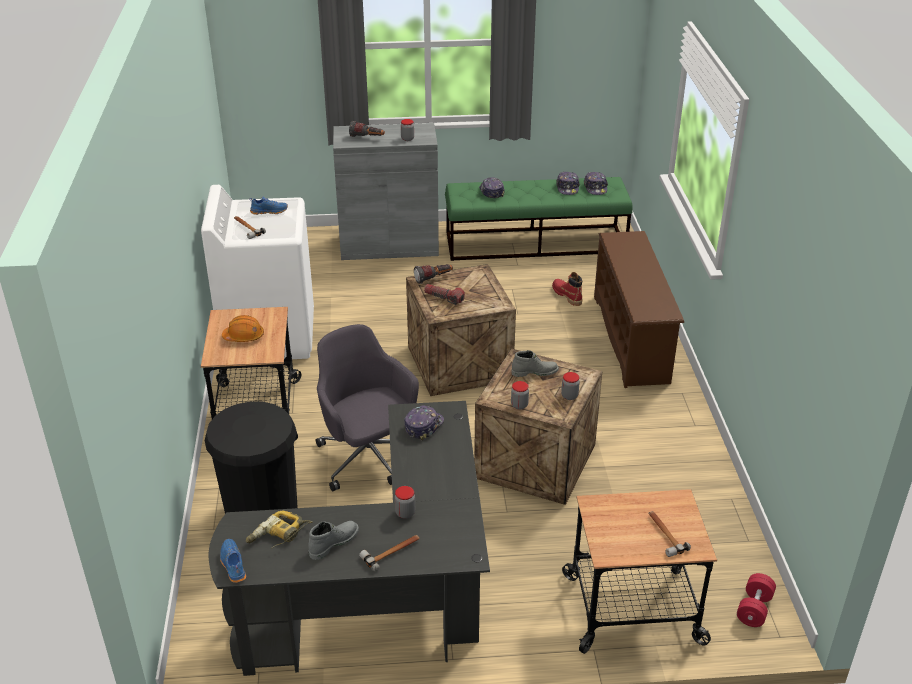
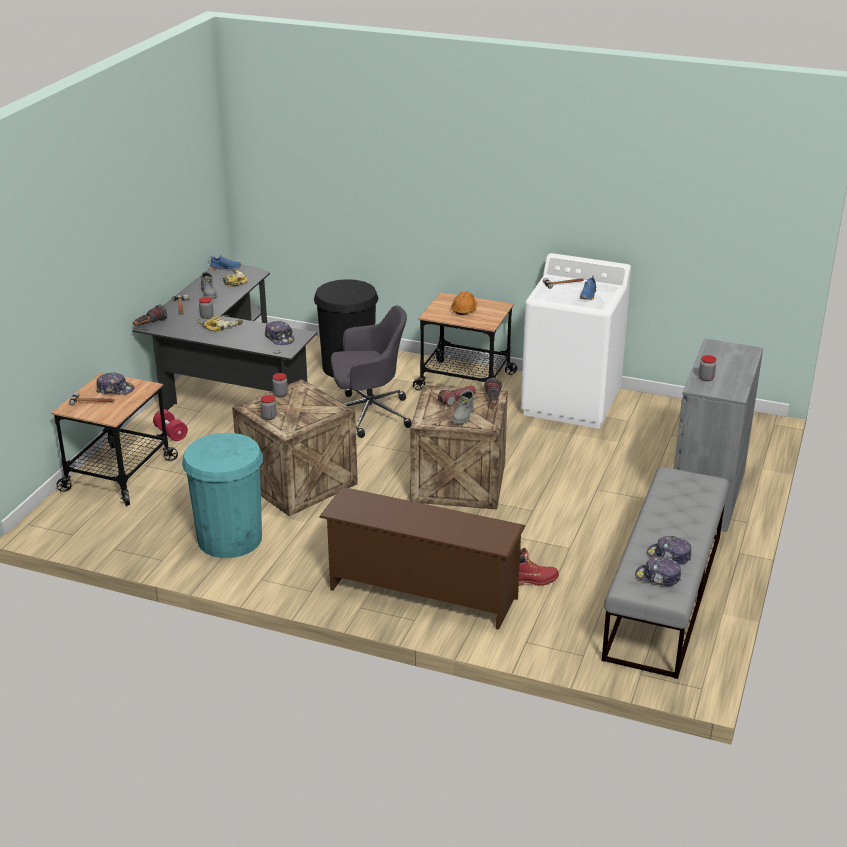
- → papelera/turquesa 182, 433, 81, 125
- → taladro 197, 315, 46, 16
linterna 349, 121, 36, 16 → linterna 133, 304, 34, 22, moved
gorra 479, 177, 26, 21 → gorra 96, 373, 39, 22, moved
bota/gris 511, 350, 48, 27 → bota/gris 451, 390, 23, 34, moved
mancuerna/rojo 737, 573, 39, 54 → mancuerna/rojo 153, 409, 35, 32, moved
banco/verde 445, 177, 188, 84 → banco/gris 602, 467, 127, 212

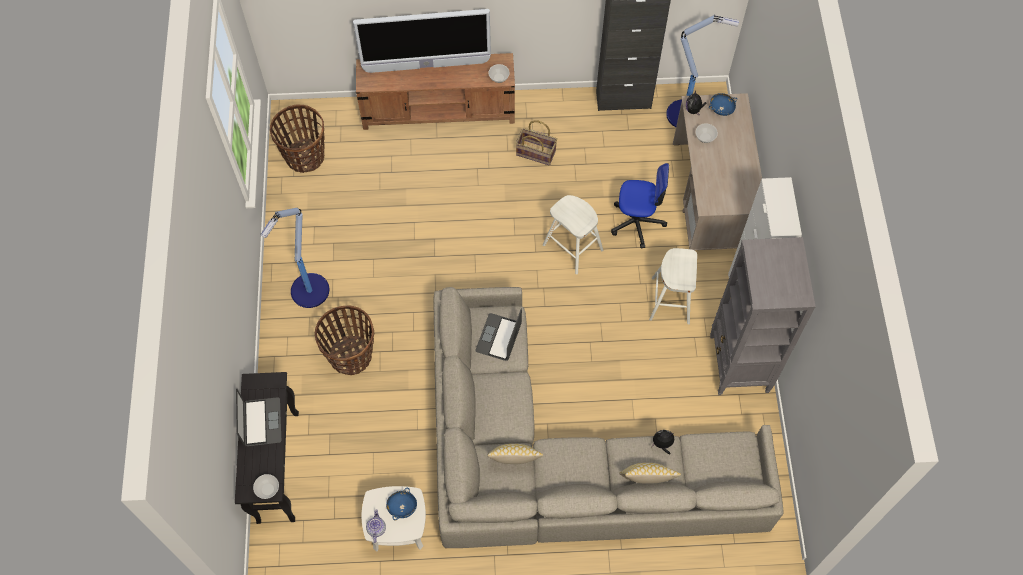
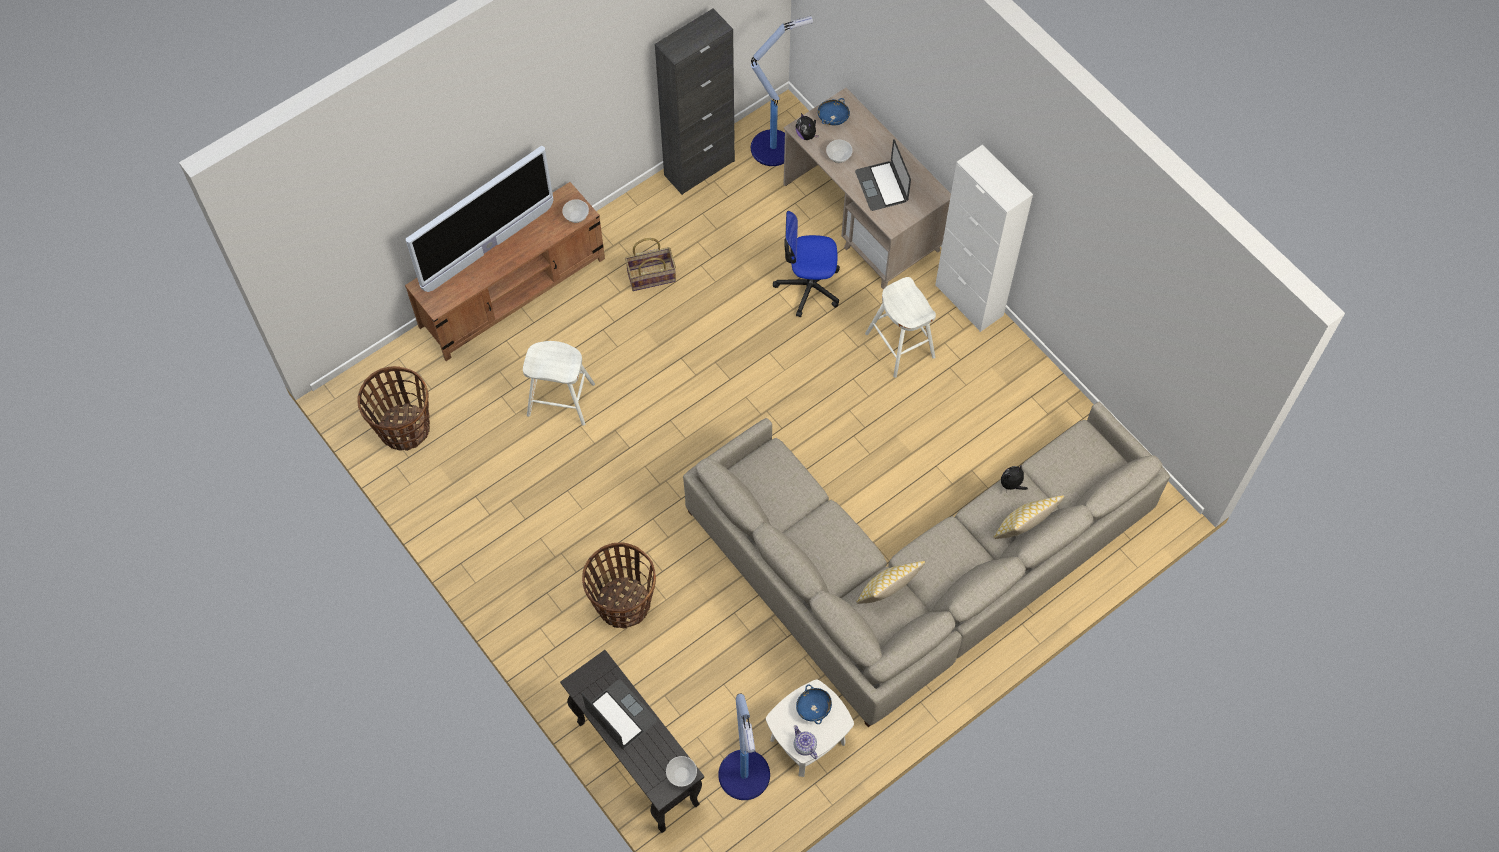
estantería/gris 710, 237, 106, 158 → -
lámpara de pie 261, 208, 68, 100 → lámpara de pie 718, 693, 52, 107, moved
portátil 475, 309, 47, 52 → portátil 855, 139, 56, 72, moved
taburete/blanco 543, 195, 60, 79 → taburete/blanco 523, 341, 72, 85, moved
silla de oficina 611, 163, 58, 86 → silla de oficina 773, 211, 67, 106, 150 degrees counterclockwise

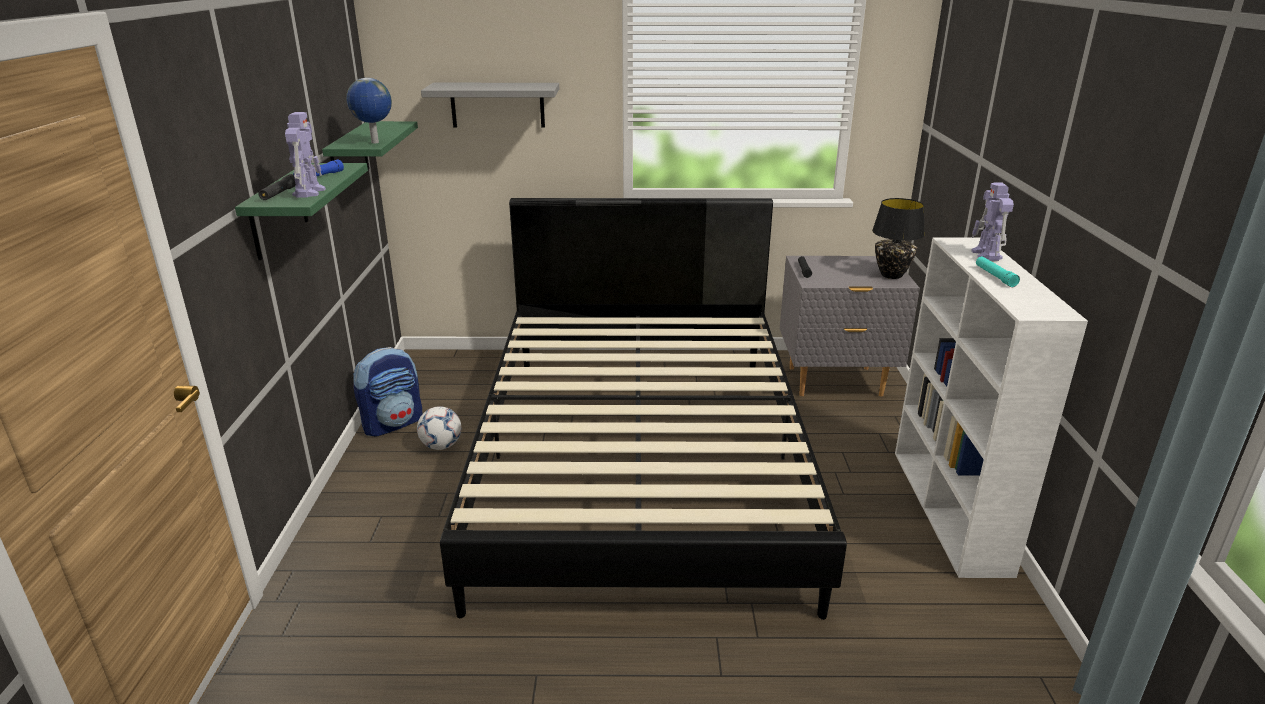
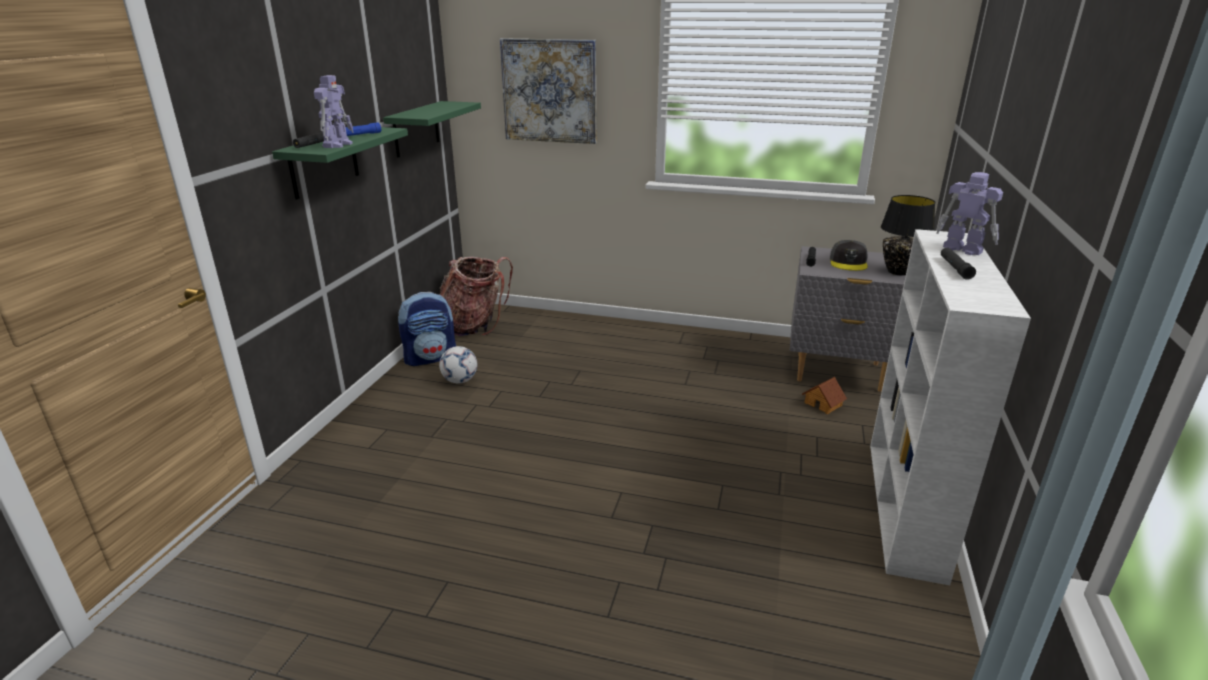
globo terráqueo 346, 78, 46, 65 → -
cama/negro 440, 198, 407, 422 → -
- → mochila 439, 257, 74, 79
- → casita 802, 377, 45, 37
- → gorra/gris 830, 240, 38, 31
estante/gris 421, 83, 138, 44 → cuadro 500, 38, 96, 106
linterna/turquesa 976, 256, 44, 31 → linterna/negro 941, 248, 35, 32
robot de juguete 971, 182, 43, 79 → robot de juguete 936, 172, 67, 83, 120 degrees clockwise

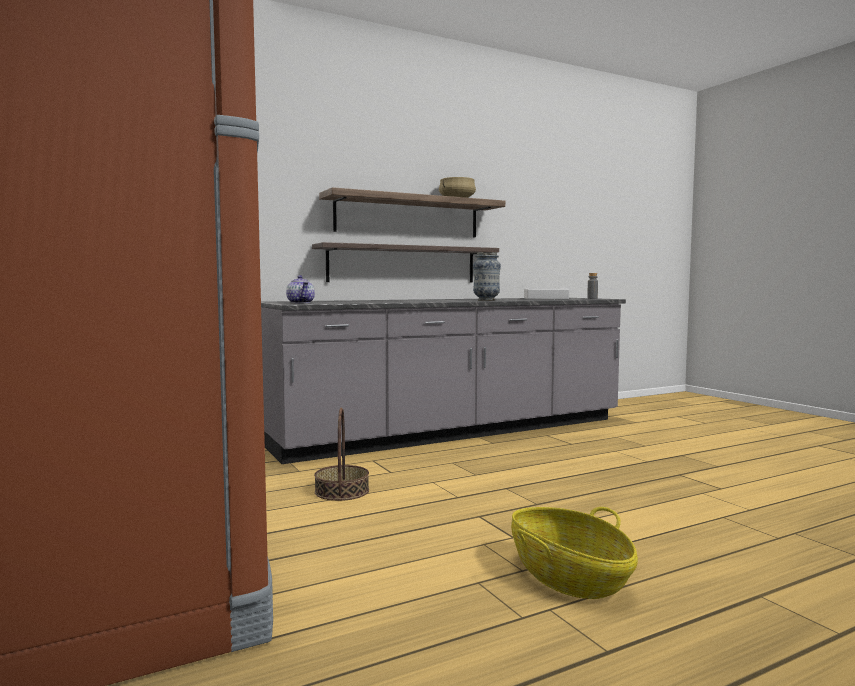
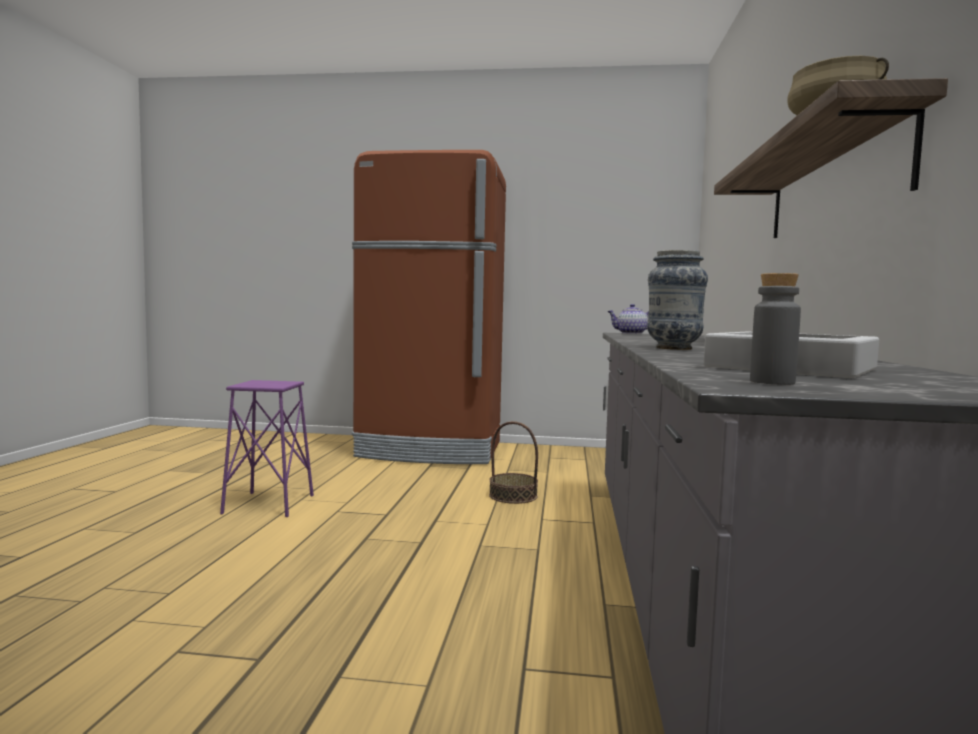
estante 312, 242, 187, 41 → -
cesta 511, 507, 127, 92 → taburete/morado 220, 380, 94, 137

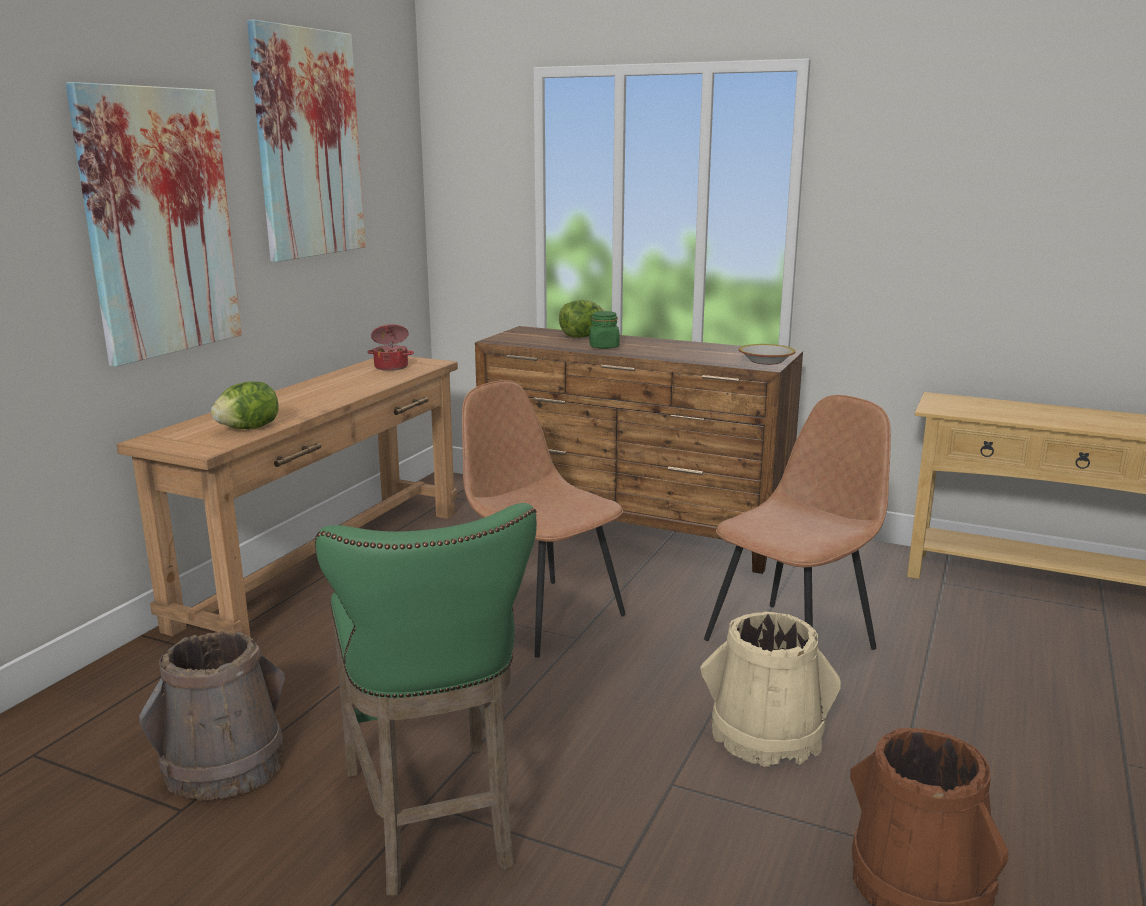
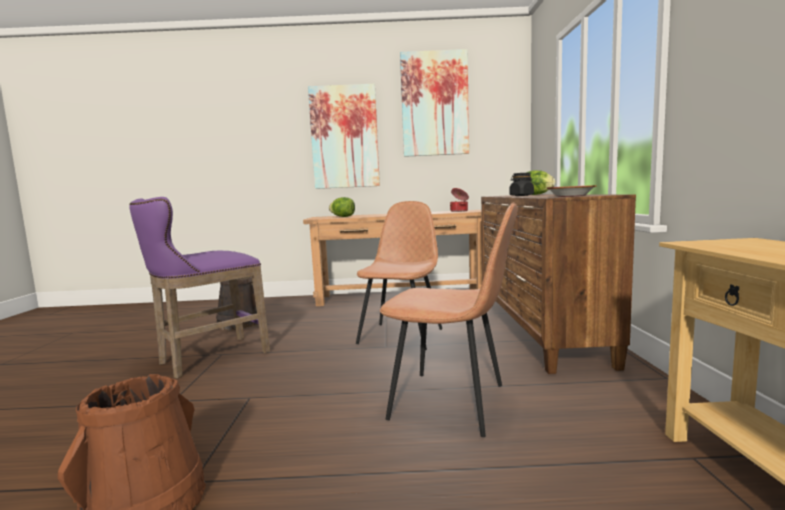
cubo/beis 700, 612, 141, 155 → -
taburete/verde 315, 503, 222, 393 → taburete/morado 129, 197, 141, 181
tarro/verde 589, 311, 31, 38 → tarro/negro 509, 173, 25, 23

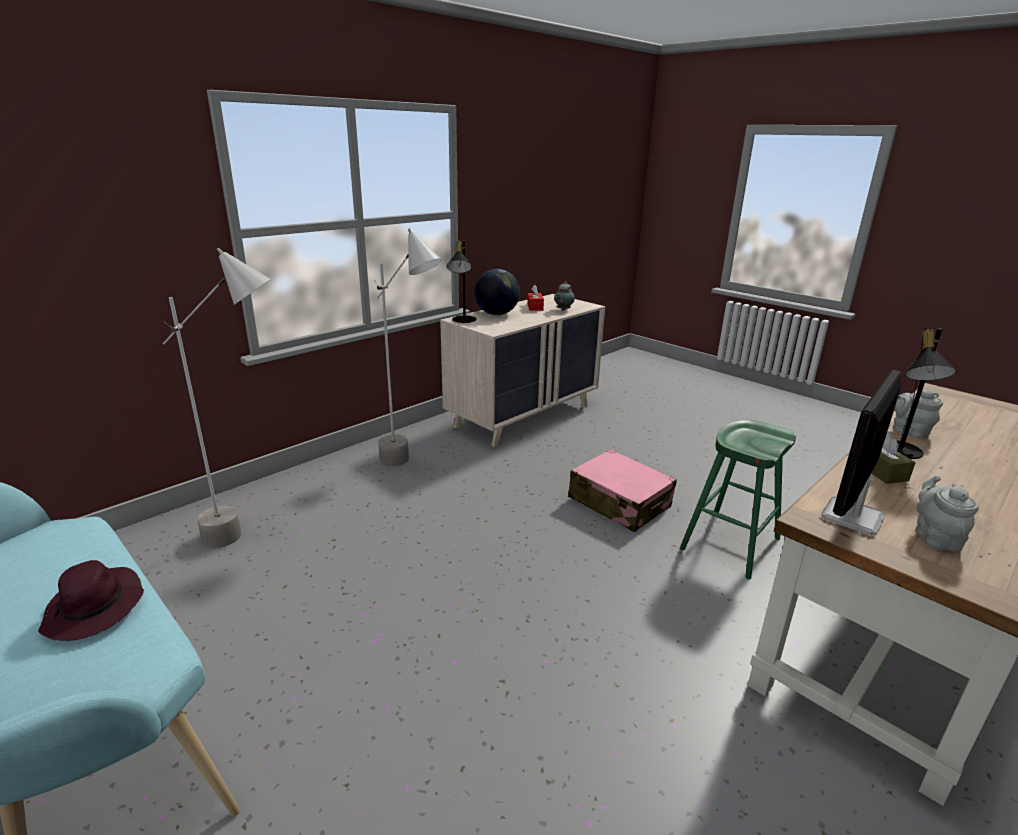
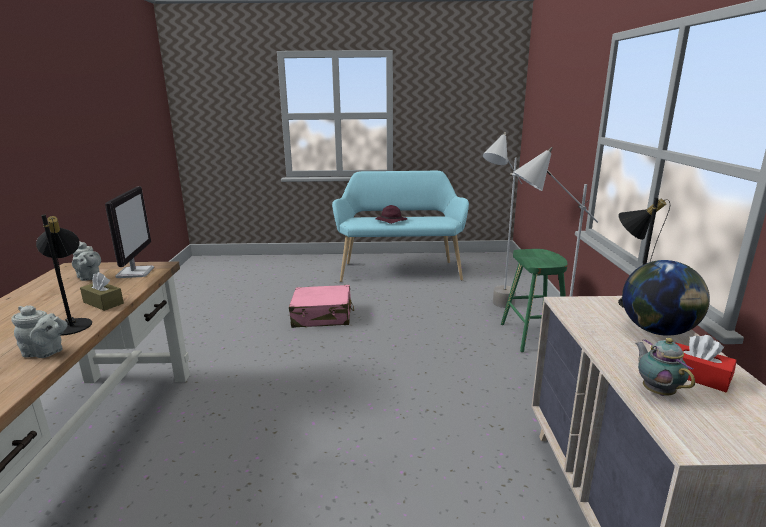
maleta/rosa 568, 449, 109, 83 → maleta/rosa 289, 285, 65, 43, moved
taburete/verde 680, 420, 116, 159 → taburete/verde 501, 249, 67, 103, moved

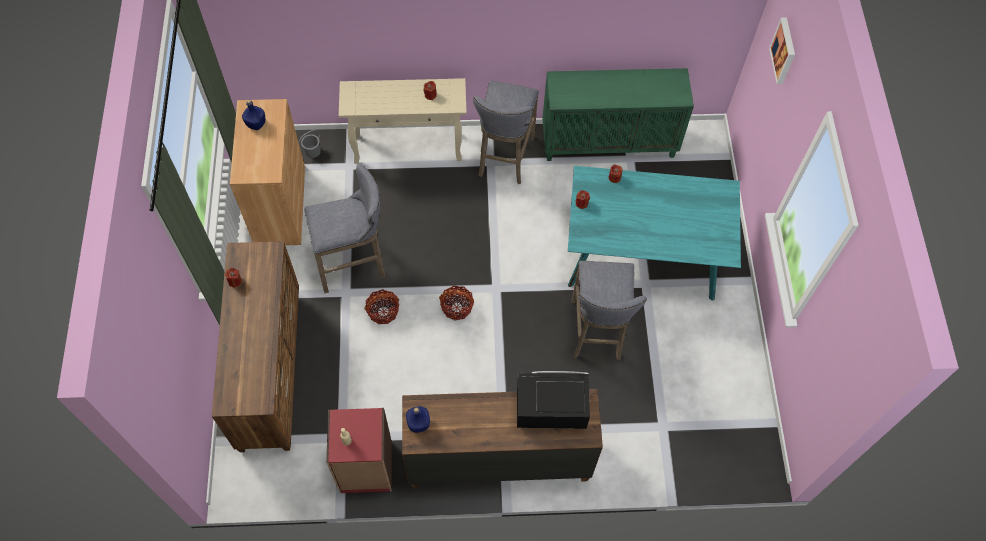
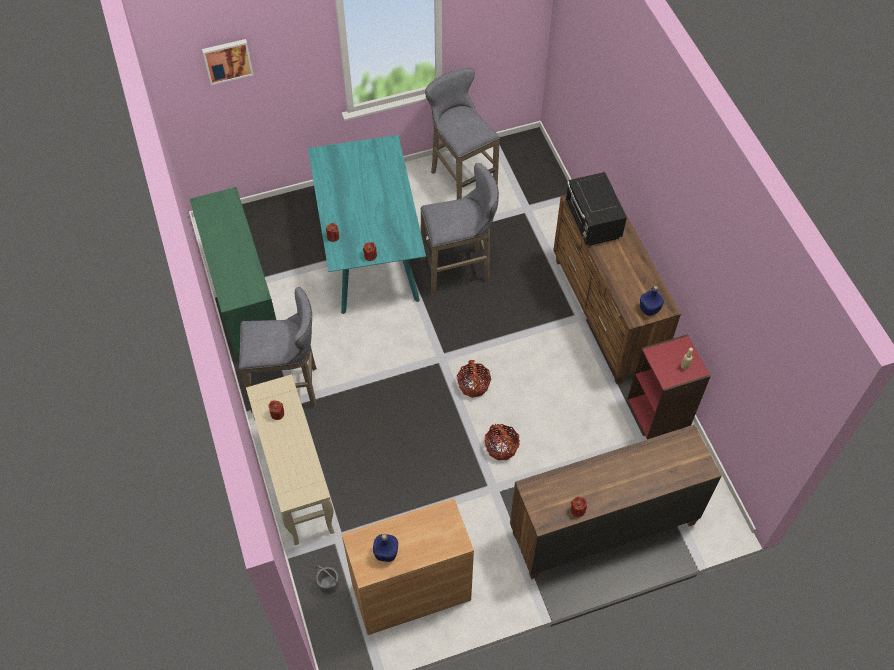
taburete/gris 304, 164, 81, 129 → taburete/gris 425, 68, 75, 132, moved

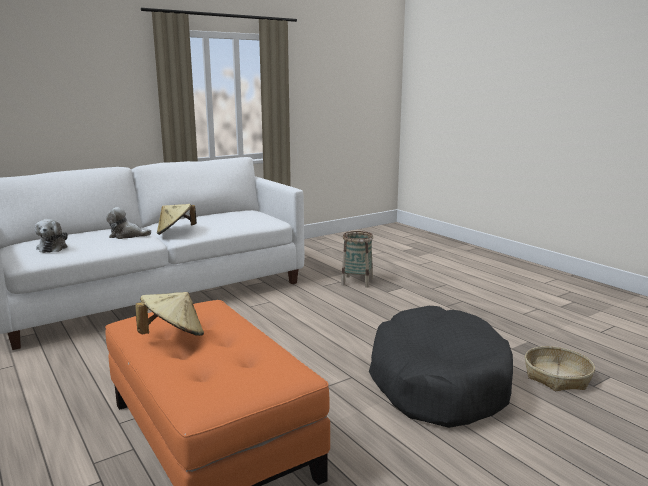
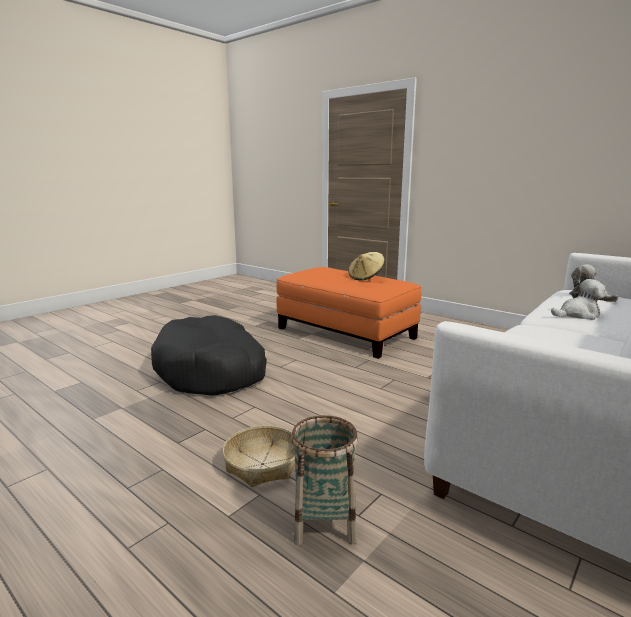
sombrero/beis 157, 204, 40, 31 → -
cesta 525, 346, 70, 45 → cesta 222, 426, 73, 61, moved

